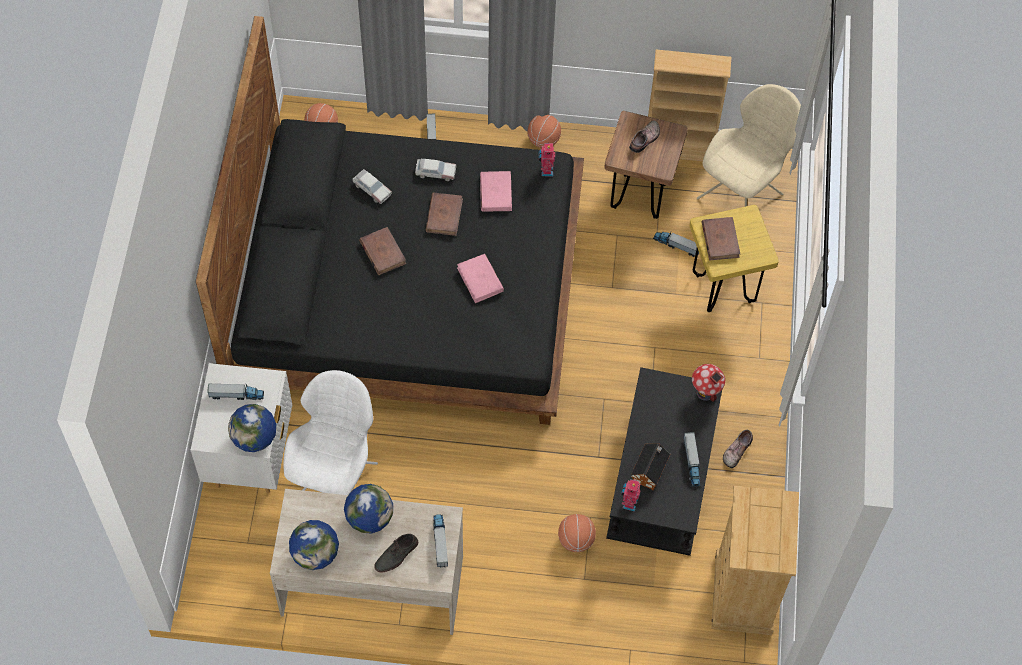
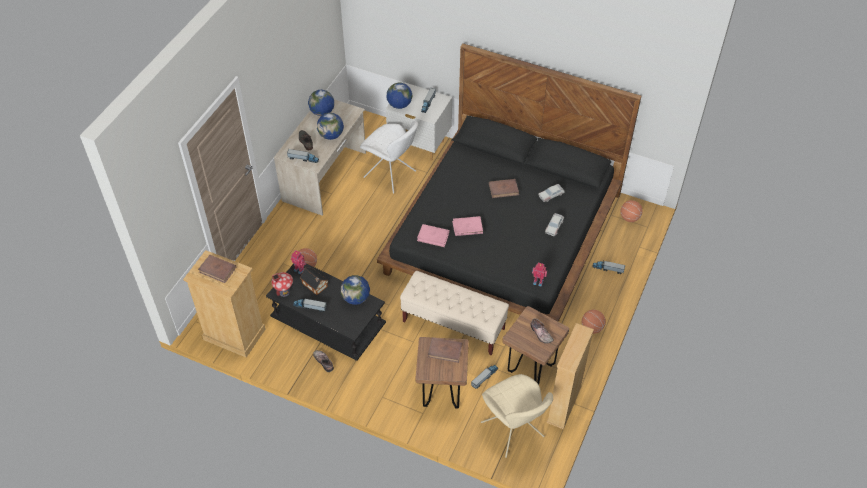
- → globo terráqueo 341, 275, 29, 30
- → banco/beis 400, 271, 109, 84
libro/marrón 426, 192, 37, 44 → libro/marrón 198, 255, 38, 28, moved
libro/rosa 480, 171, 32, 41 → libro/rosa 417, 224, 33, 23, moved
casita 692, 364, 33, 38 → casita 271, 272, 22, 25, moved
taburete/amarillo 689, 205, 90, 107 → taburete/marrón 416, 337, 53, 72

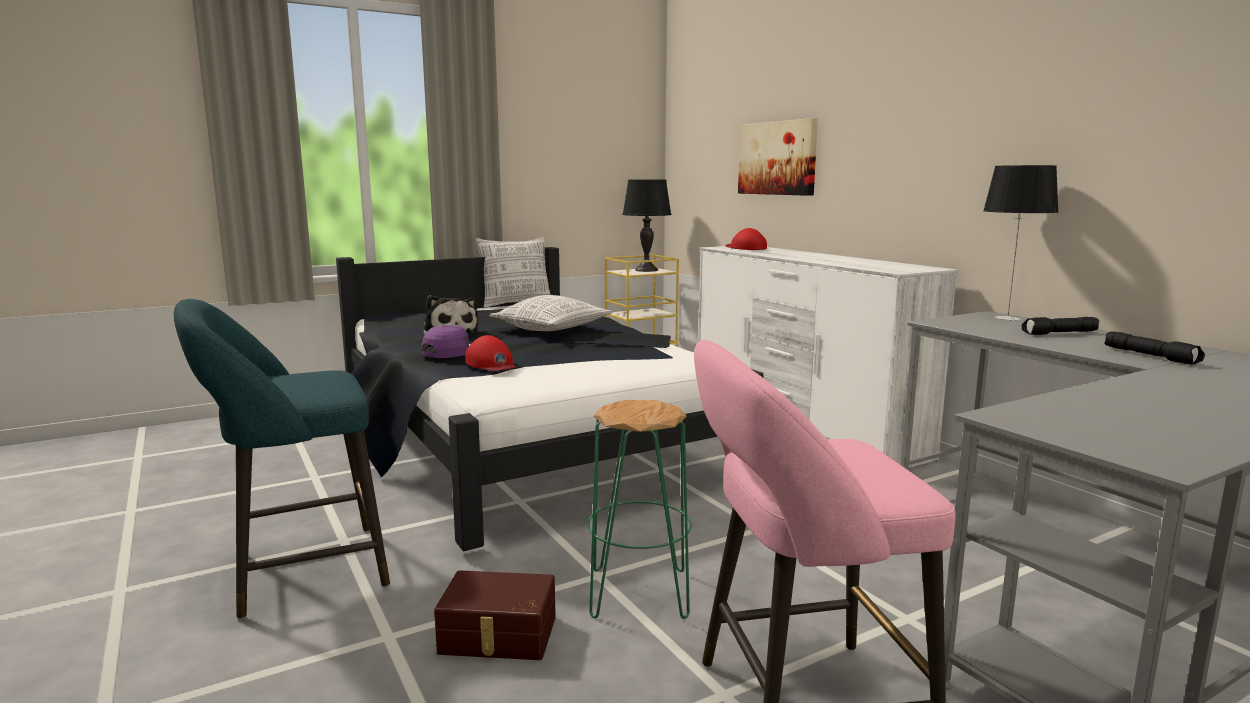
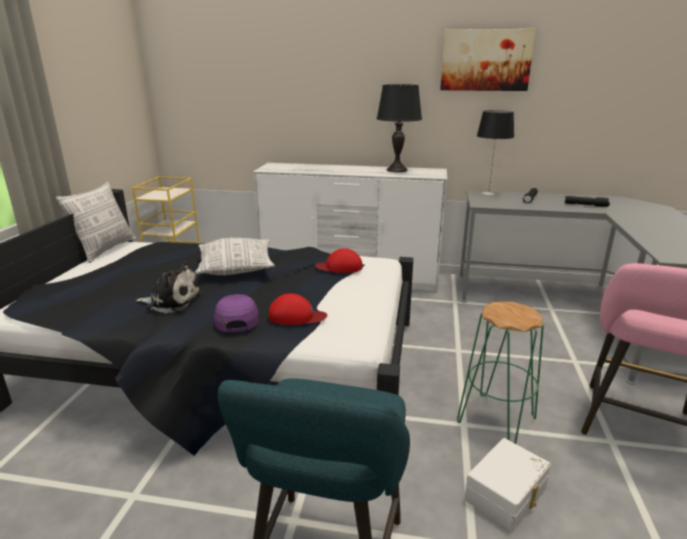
lámpara de mesa/negro 622, 179, 50, 93 → lámpara de mesa/negro 376, 84, 46, 89, moved
gorra/rojo 725, 228, 42, 22 → gorra/rojo 315, 248, 48, 25, moved
cuadro 738, 118, 80, 78 → cuadro 440, 29, 96, 62, moved
caja de almacenaje/marrón 434, 570, 122, 90 → caja de almacenaje/blanco 464, 438, 87, 93

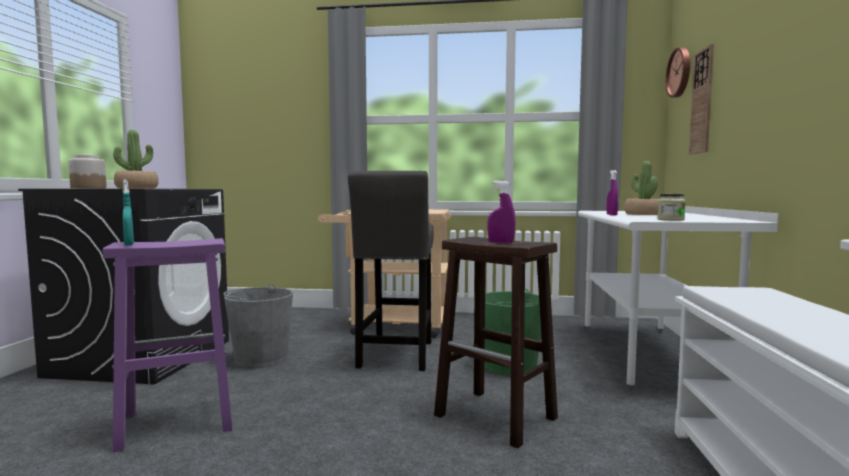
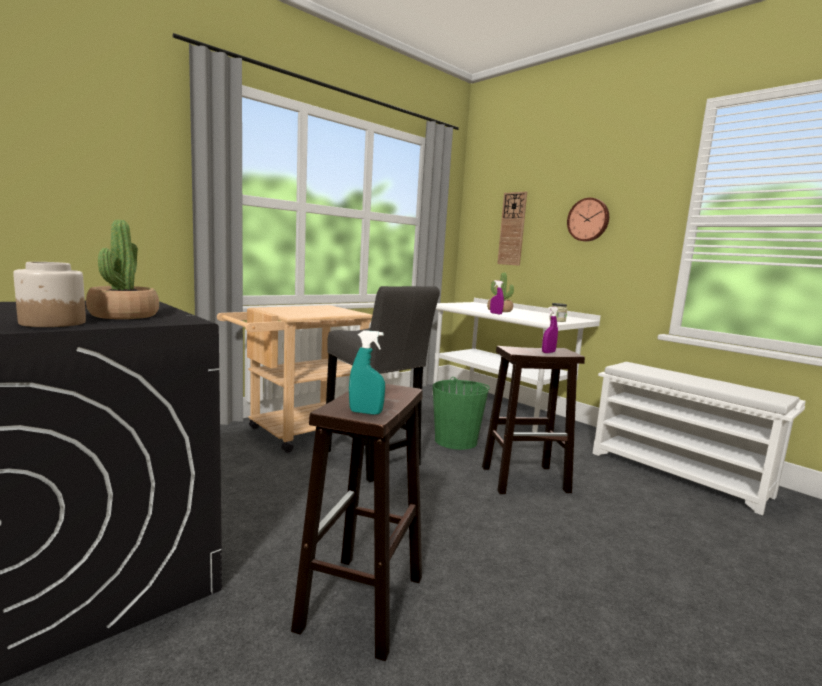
cubo/gris 223, 284, 70, 85 → -
reloj de pared 666, 47, 24, 51 → reloj de pared 567, 198, 42, 43, moved
taburete/morado 103, 238, 130, 214 → taburete/marrón 291, 384, 132, 277

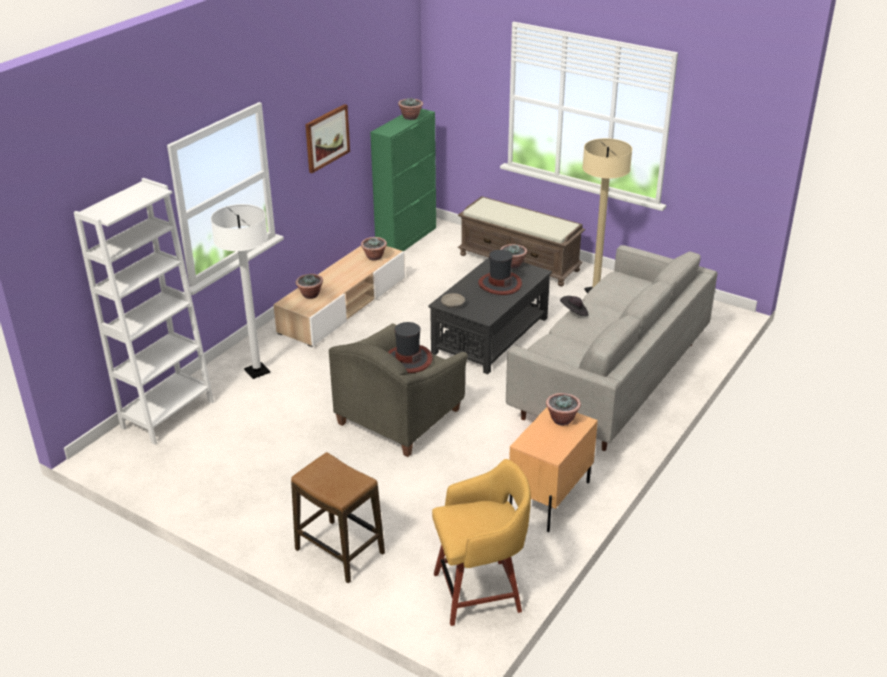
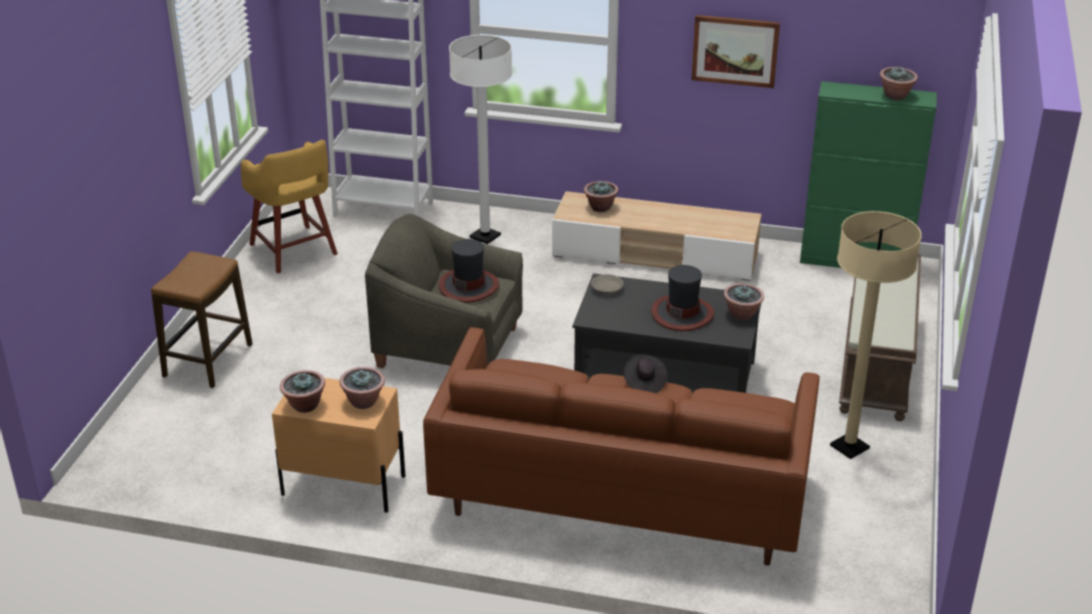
planta en maceta 361, 237, 26, 23 → planta en maceta 280, 370, 45, 43, moved
taburete/amarillo 432, 459, 99, 167 → taburete/amarillo 241, 140, 97, 134, moved
sofá/gris 506, 245, 212, 206 → sofá/marrón 423, 327, 397, 239

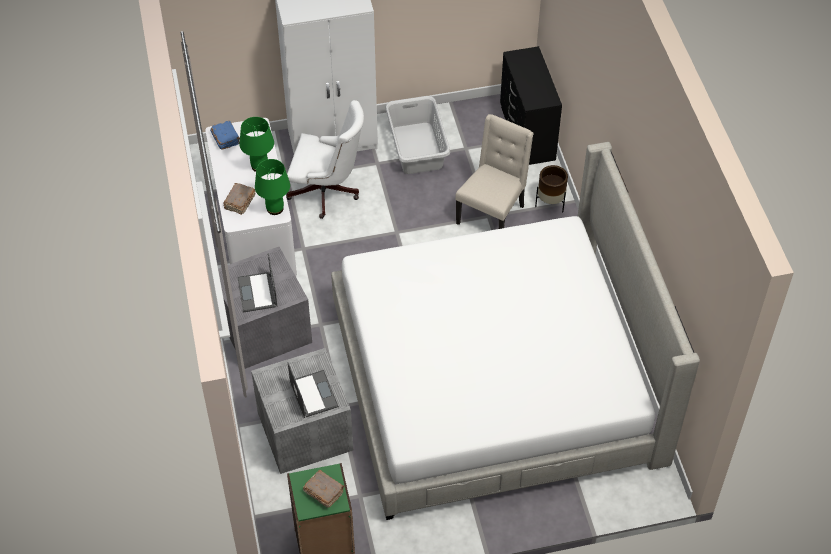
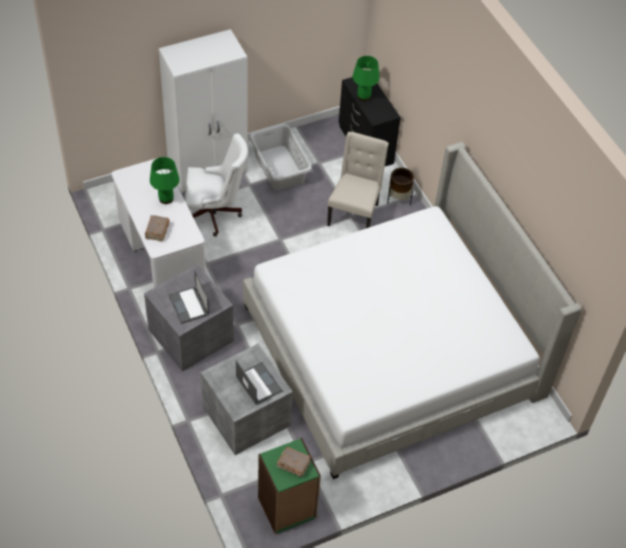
libro/azul 210, 121, 30, 29 → -
lámpara de mesa/verde 255, 159, 35, 56 → lámpara de mesa/verde 353, 56, 27, 45, moved

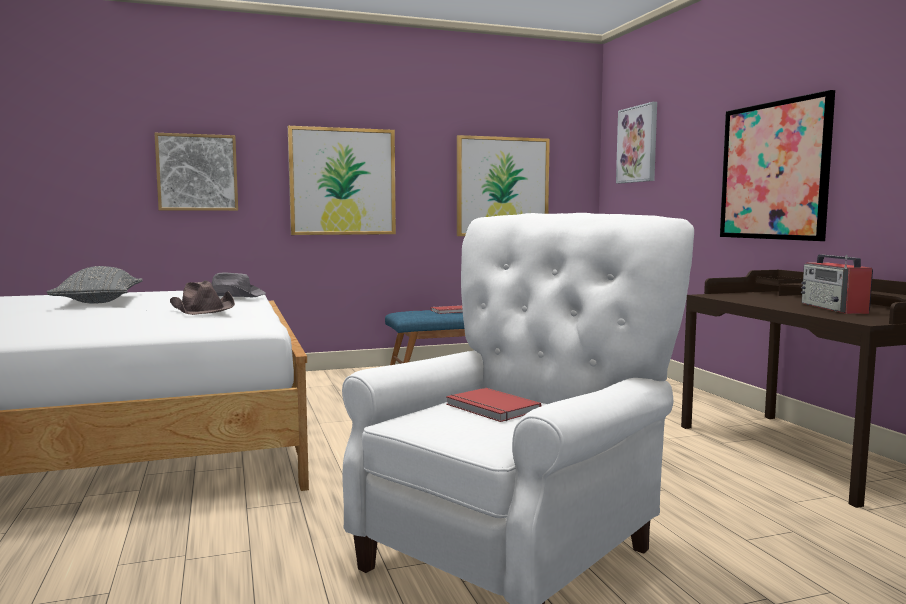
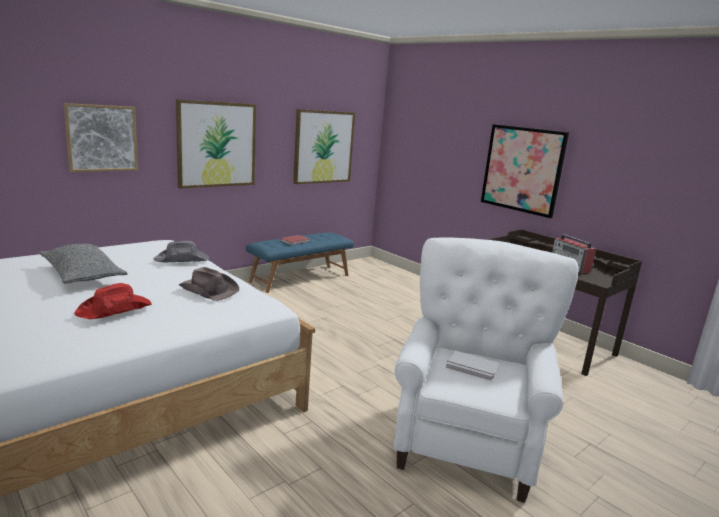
cuadro 616, 102, 41, 82 → -
- → sombrero/rojo 74, 283, 78, 36
libro/rojo 446, 388, 96, 34 → libro/blanco 445, 351, 54, 30

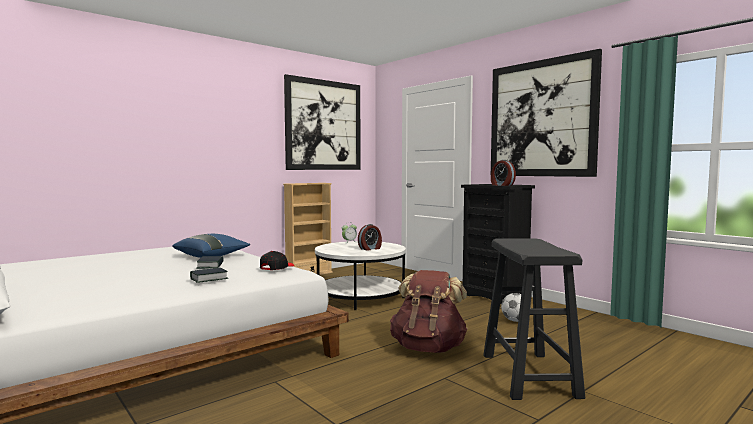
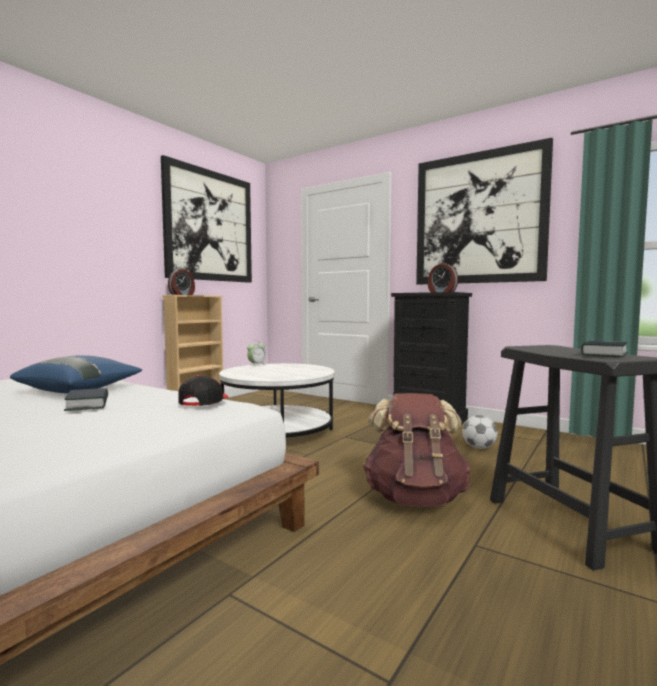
libro 190, 268, 39, 15 → libro 581, 341, 47, 16, moved
despertador 358, 224, 24, 27 → despertador 168, 269, 27, 26, moved

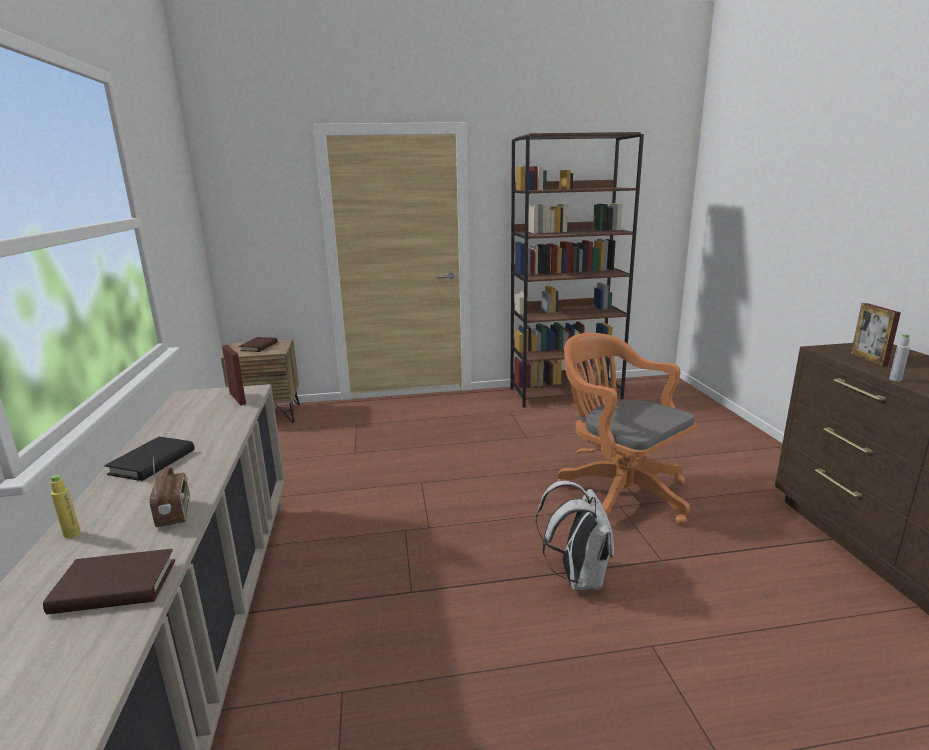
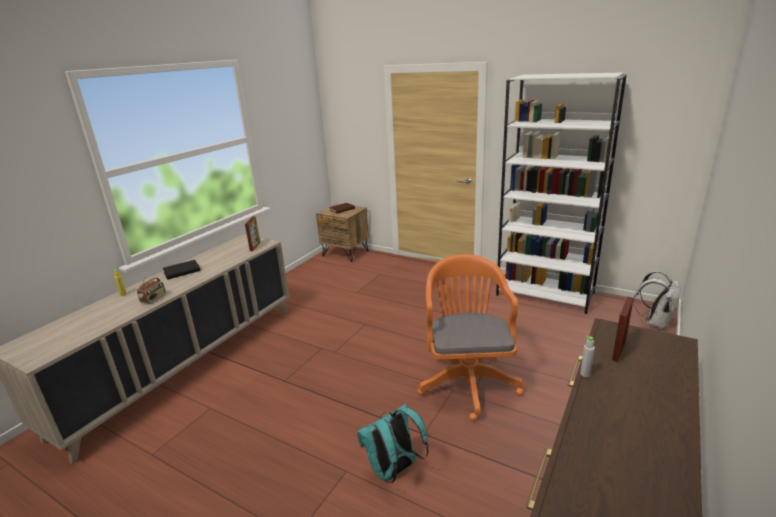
libro/marrón 43, 549, 132, 65 → -
- → mochila/turquesa 357, 404, 72, 79
mochila/blanco 536, 481, 78, 109 → mochila/blanco 633, 271, 47, 58, moved
estantería/marrón 510, 132, 134, 276 → estantería/blanco 496, 72, 131, 242

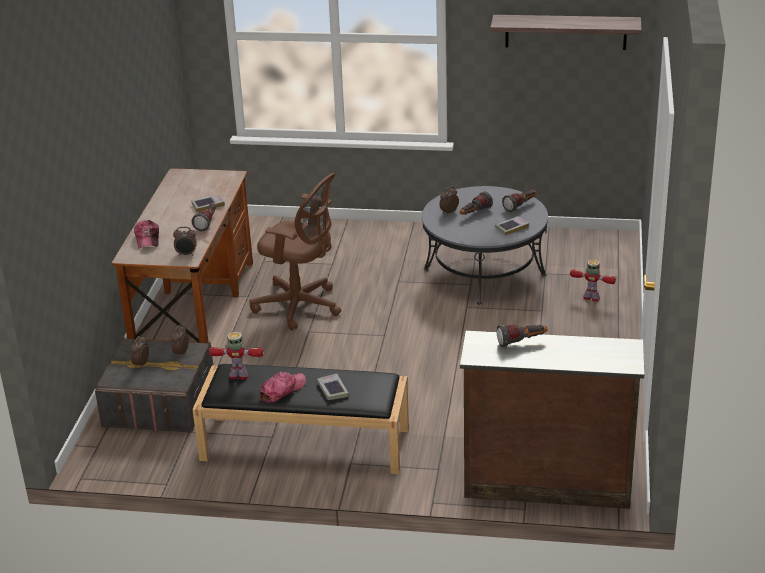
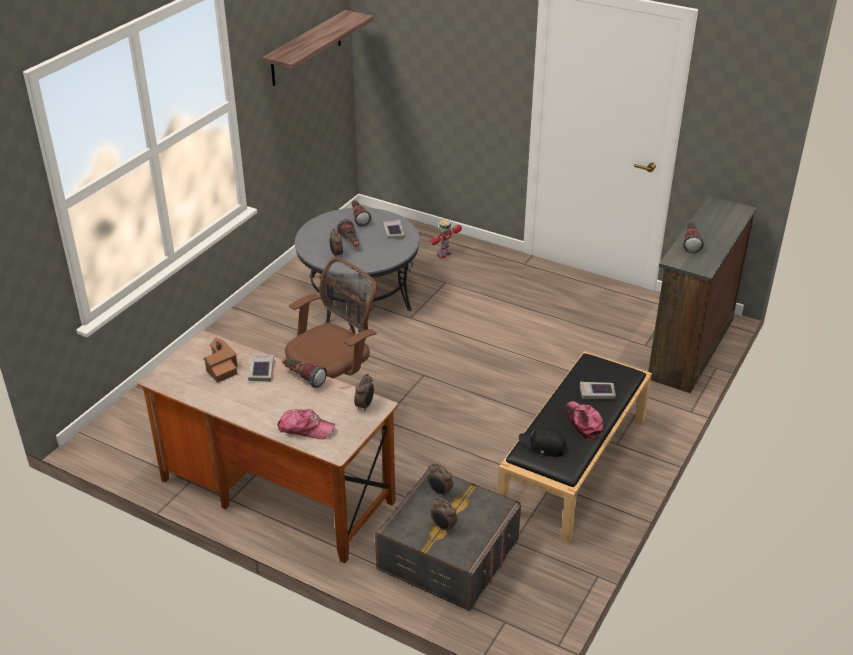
- → casita 203, 337, 35, 46
robot de juguete 209, 332, 55, 47 → gorra/negro 519, 427, 48, 30

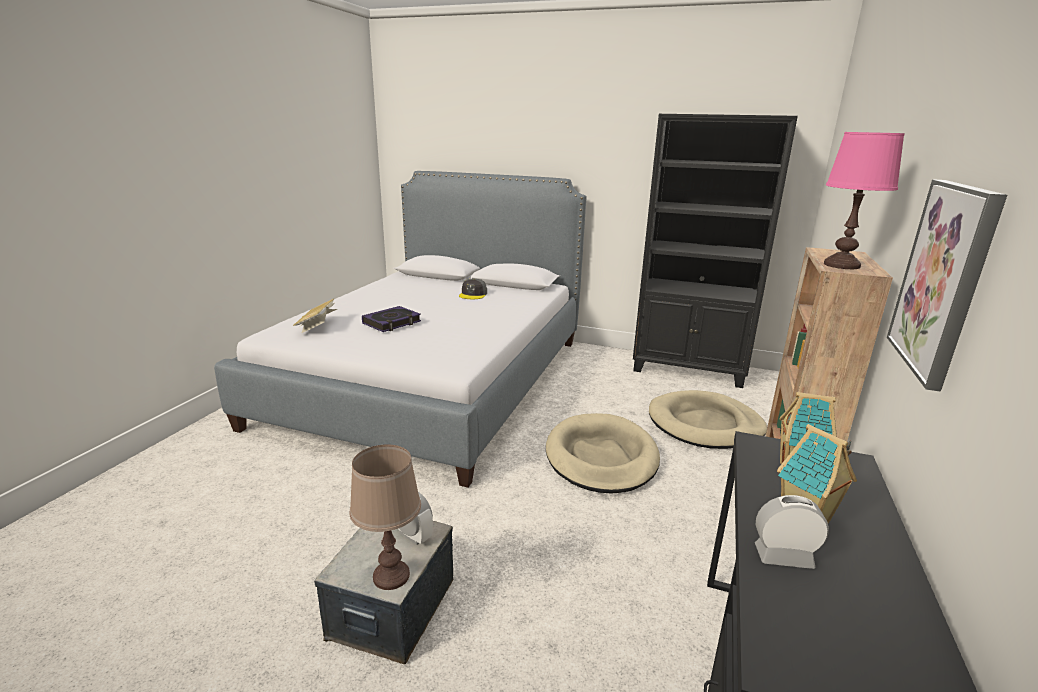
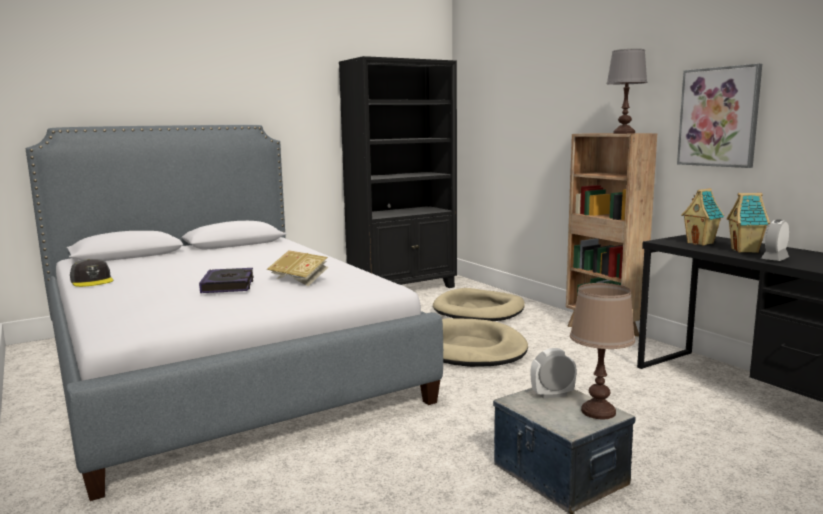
libro 293, 299, 44, 34 → libro 267, 250, 61, 36, moved
gorra/gris 459, 279, 28, 20 → gorra/gris 70, 259, 43, 28, moved
lámpara de mesa/rosa 824, 132, 81, 137 → lámpara de mesa/gris 607, 49, 40, 85

